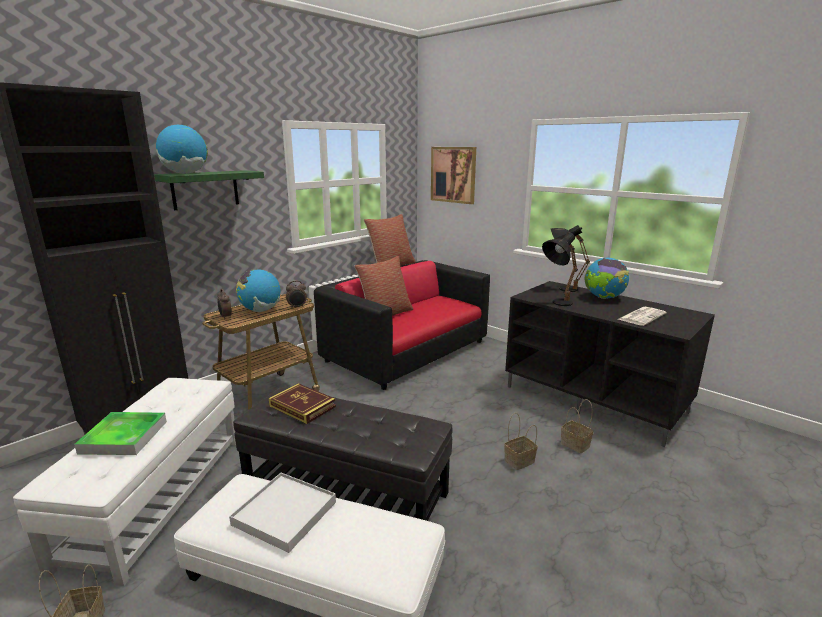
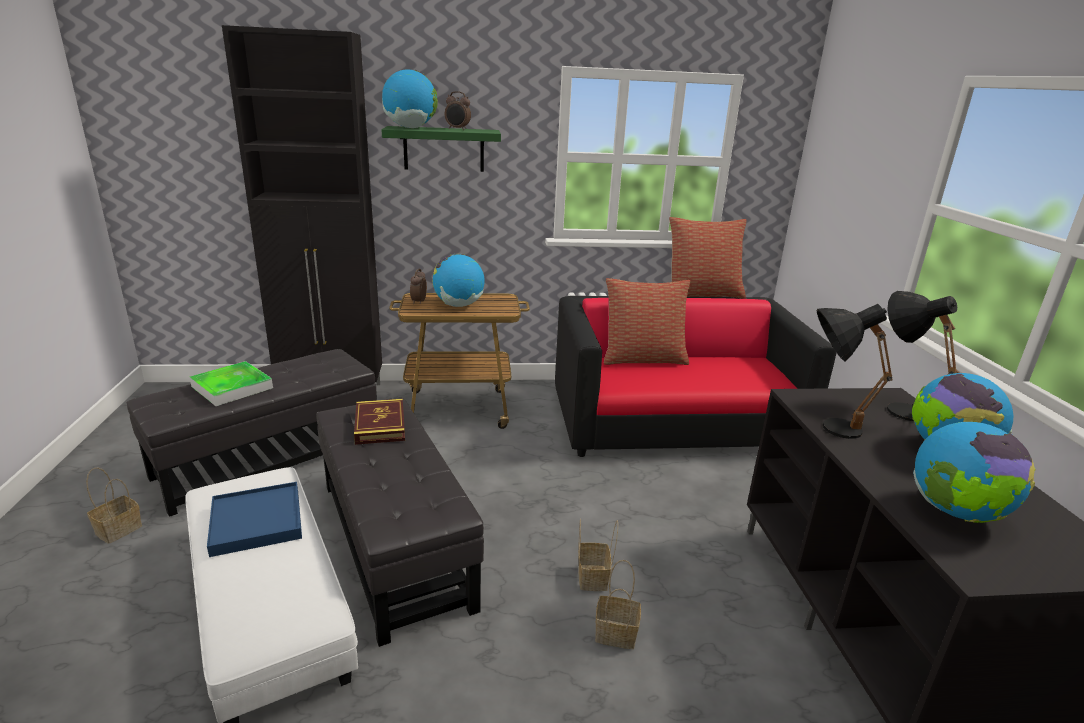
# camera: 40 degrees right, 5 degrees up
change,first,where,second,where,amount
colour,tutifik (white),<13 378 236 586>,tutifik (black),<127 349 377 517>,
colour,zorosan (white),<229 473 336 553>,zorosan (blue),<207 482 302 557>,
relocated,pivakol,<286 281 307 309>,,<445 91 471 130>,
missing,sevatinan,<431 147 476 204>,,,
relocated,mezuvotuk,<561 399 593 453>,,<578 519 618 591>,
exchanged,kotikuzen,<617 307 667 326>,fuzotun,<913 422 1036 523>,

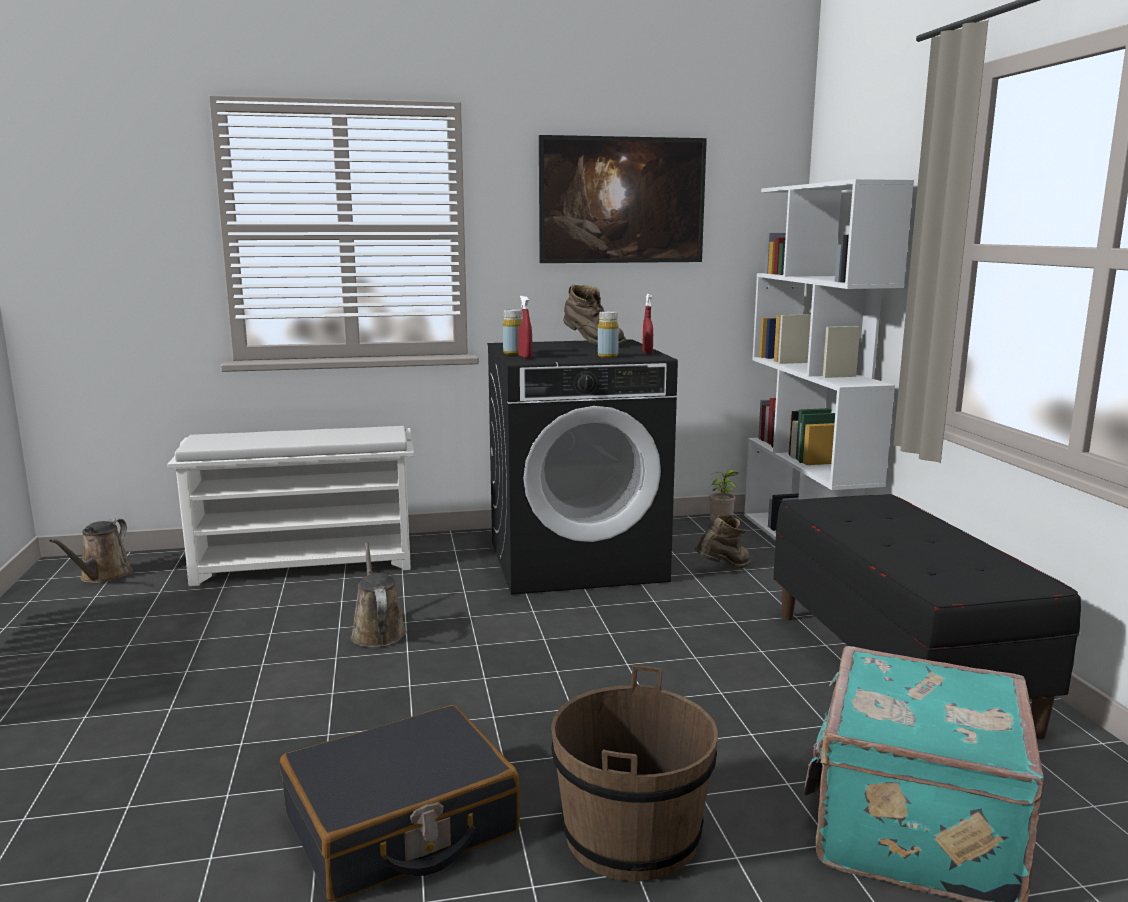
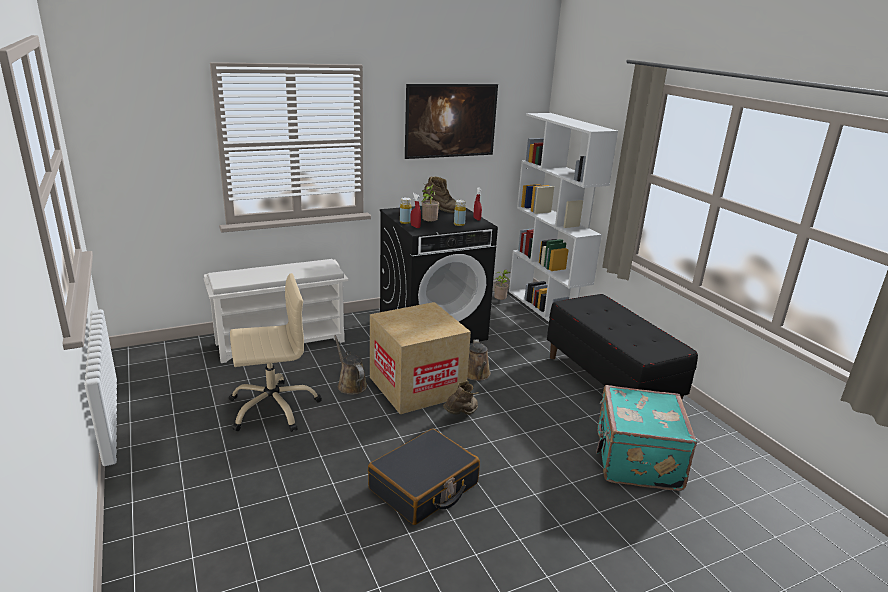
# camera: 15 degrees left, 10 degrees up
change,first,where,second,where,amount
relocated,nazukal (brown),<49 519 133 583>,,<467 339 491 381>,
missing,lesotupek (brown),<551 665 718 881>,,,
relocated,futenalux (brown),<694 514 750 568>,,<443 381 479 415>,
appeared,,,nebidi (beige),<229 273 322 432>,
appeared,,,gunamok,<370 302 471 414>,
appeared,,,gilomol,<422 184 439 221>,

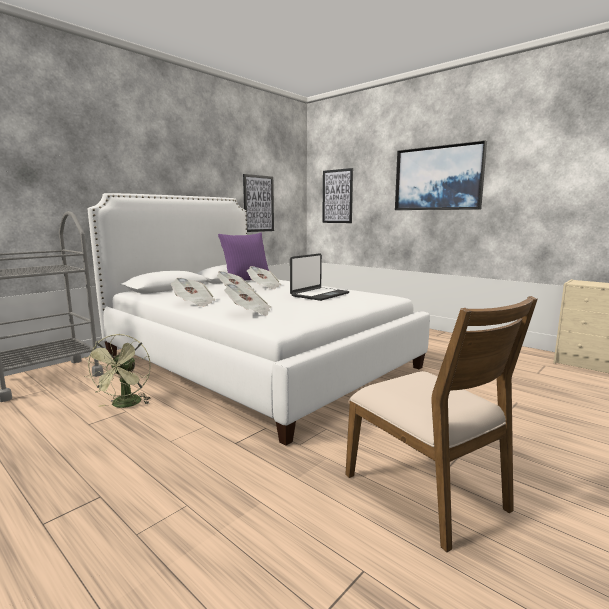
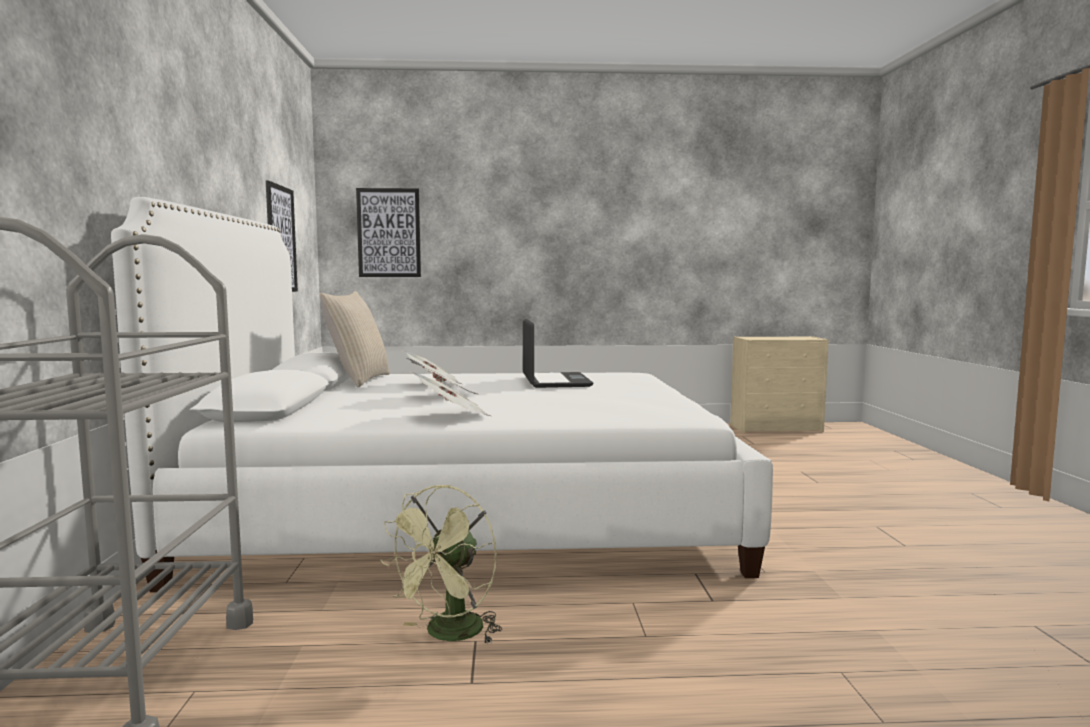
# camera: 45 degrees left, 5 degrees down
change,first,where,second,where,amount
spun,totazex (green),<84 334 151 408>,,<380 485 502 644>,75 degrees clockwise
colour,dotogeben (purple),<218 233 269 281>,dotogeben (beige),<319 291 390 387>,
missing,kotikuzen,<224 284 271 316>,,,
missing,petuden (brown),<345 296 538 552>,,,
missing,sevatinan,<395 140 487 210>,,,

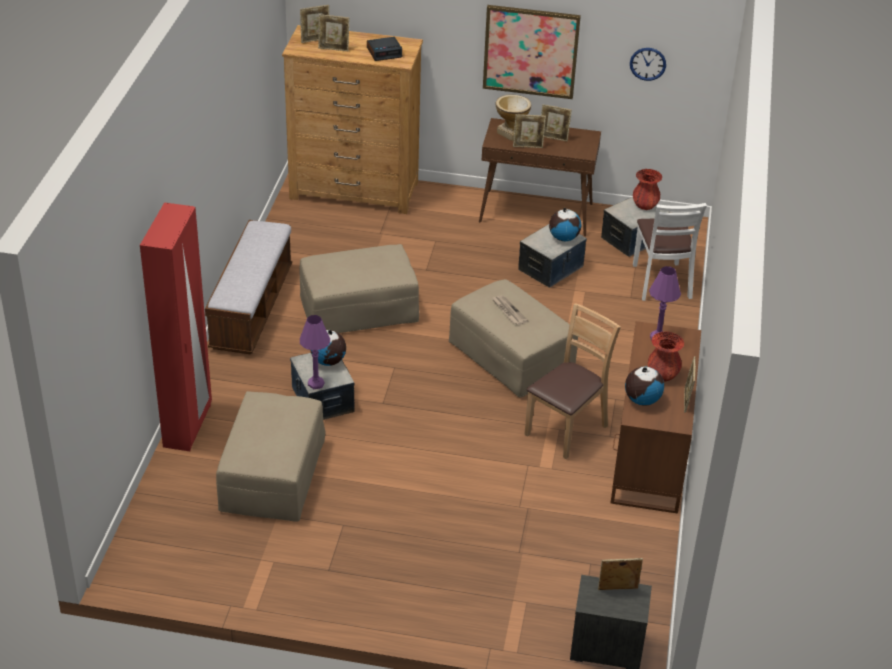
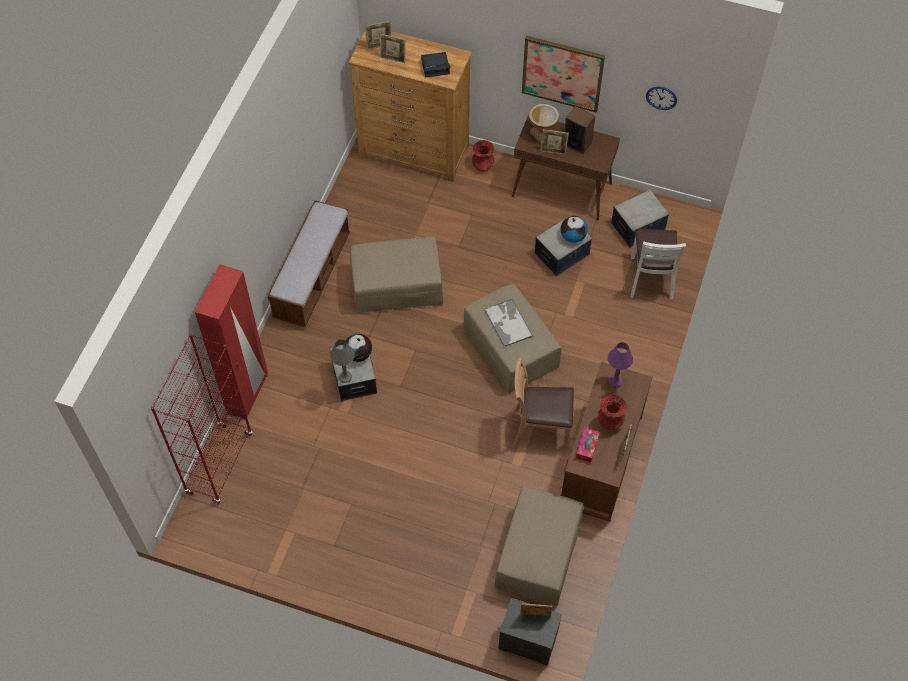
# camera: 10 degrees right, 20 degrees up
change,first,where,second,where,amount
relocated,tutifik (beige),<216 391 326 522>,,<494 486 584 606>,
colour,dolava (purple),<300 315 330 389>,dolava (grey),<330 339 355 383>,
exchanged,kotikuzen,<492 296 529 325>,zorosan,<484 299 533 347>,
spun,petuden (brown),<524 303 621 459>,,<514 358 574 448>,135 degrees counterclockwise
exchanged,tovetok,<541 104 572 142>,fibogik,<564 106 596 154>,
exchanged,fuzotun,<625 367 664 406>,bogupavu,<576 428 600 462>,
relocated,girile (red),<633 169 662 210>,,<472 140 494 172>,
appeared,,,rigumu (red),<151 334 253 504>,

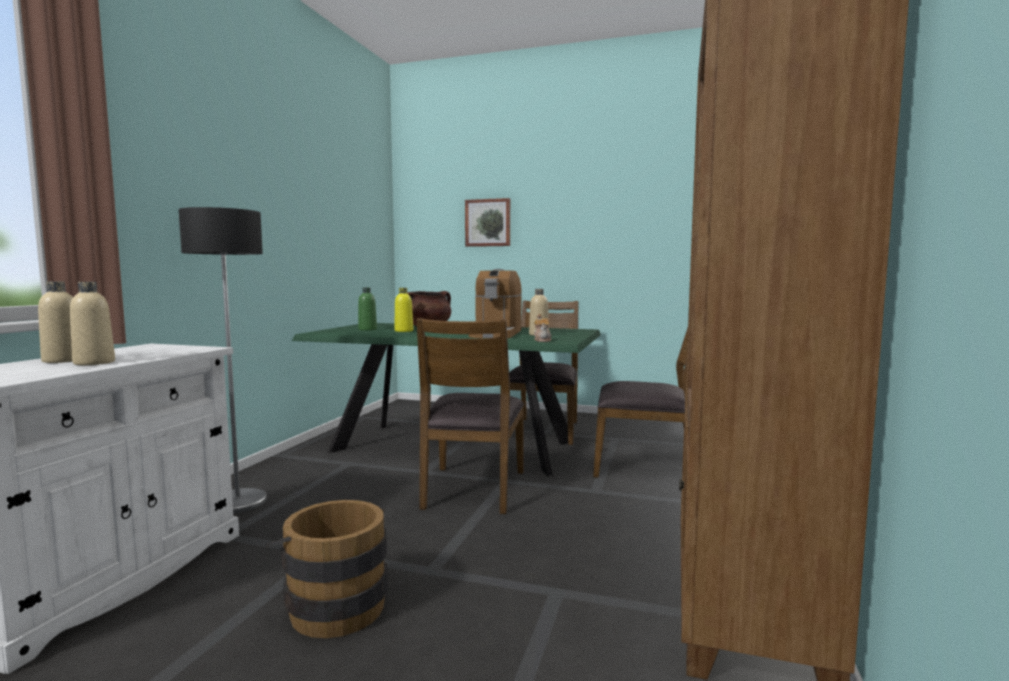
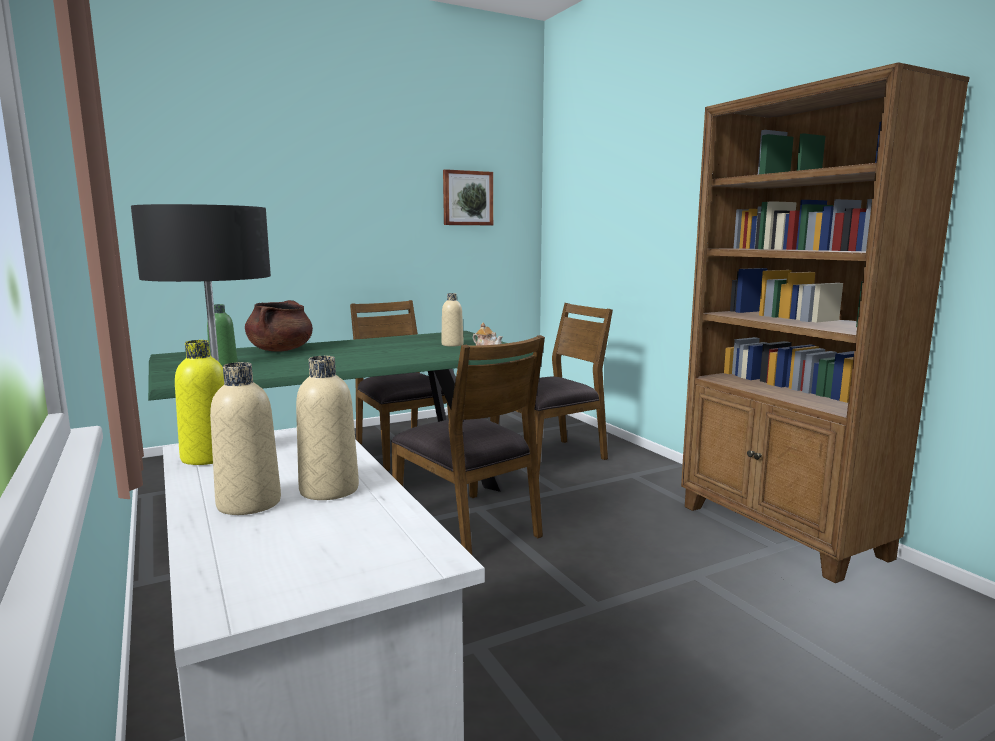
# camera: 45 degrees left, 5 degrees up
change,first,where,second,where,amount
missing,lesotupek (brown),<265 500 388 638>,,,
relocated,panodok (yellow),<394 288 413 332>,,<175 340 224 465>,
relocated,sevatinan,<465 198 510 247>,,<443 169 493 225>,
missing,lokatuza,<469 269 522 338>,,,

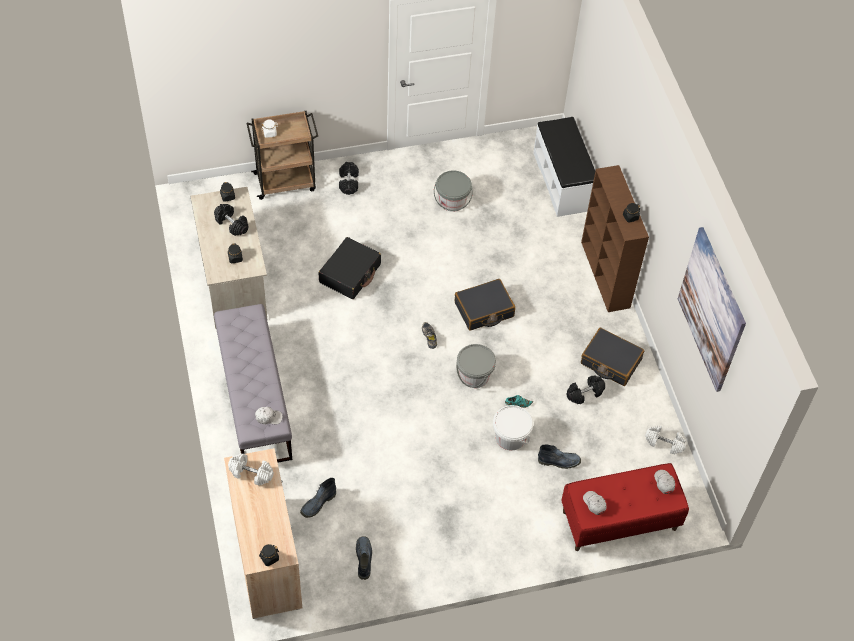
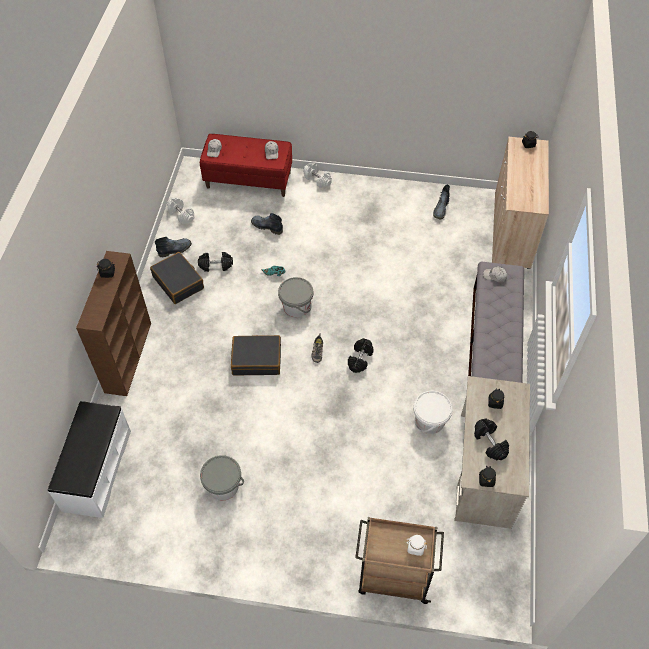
# camera: 155 degrees left, 0 degrees up
change,first,where,second,where,amount
relocated,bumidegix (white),<228 454 274 485>,,<303 163 332 188>,
relocated,futenalux,<300 478 336 518>,,<155 237 192 257>,
missing,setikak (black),<318 237 381 299>,,,
relocated,bumidegix (black),<339 162 359 195>,,<348 338 374 373>,
relocated,lesotupek (white),<493 405 533 450>,,<413 391 453 434>,
missing,sevatinan,<678 227 746 392>,,,

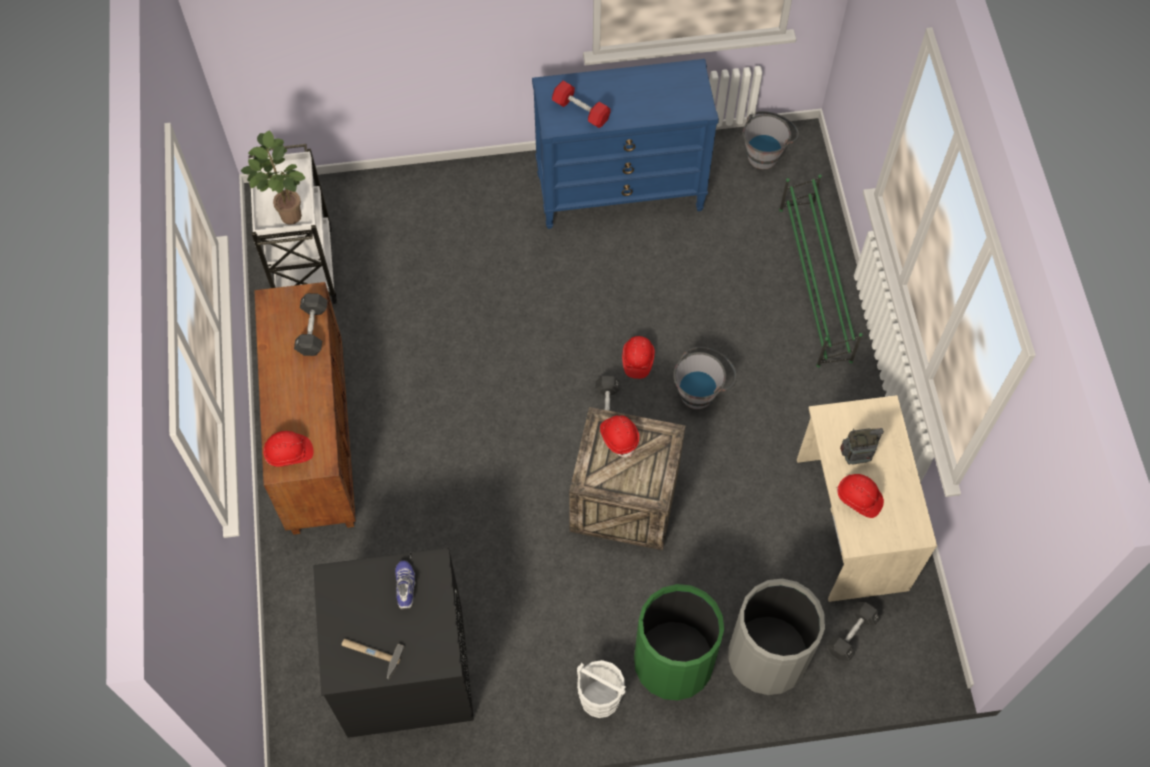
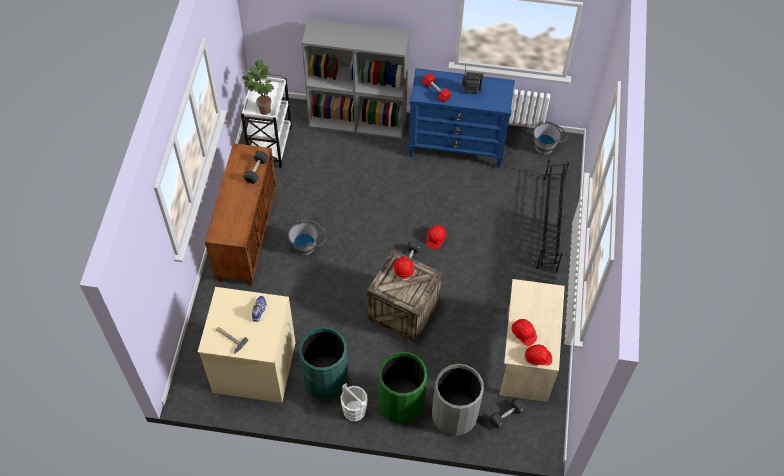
# camera: 15 degrees right, 5 degrees down
change,first,where,second,where,amount
relocated,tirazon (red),<263 431 314 467>,,<524 345 552 366>,
colour,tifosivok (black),<313 548 474 738>,tifosivok (beige),<198 287 295 403>,
relocated,lesotupek (grey),<673 347 737 409>,,<288 220 327 256>,
colour,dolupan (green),<779 174 863 367>,dolupan (black),<536 160 569 271>,
relocated,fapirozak,<840 428 884 465>,,<462 66 484 94>,
appeared,,,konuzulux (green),<299 327 348 399>,
appeared,,,rigumu (grey),<302 18 410 139>,

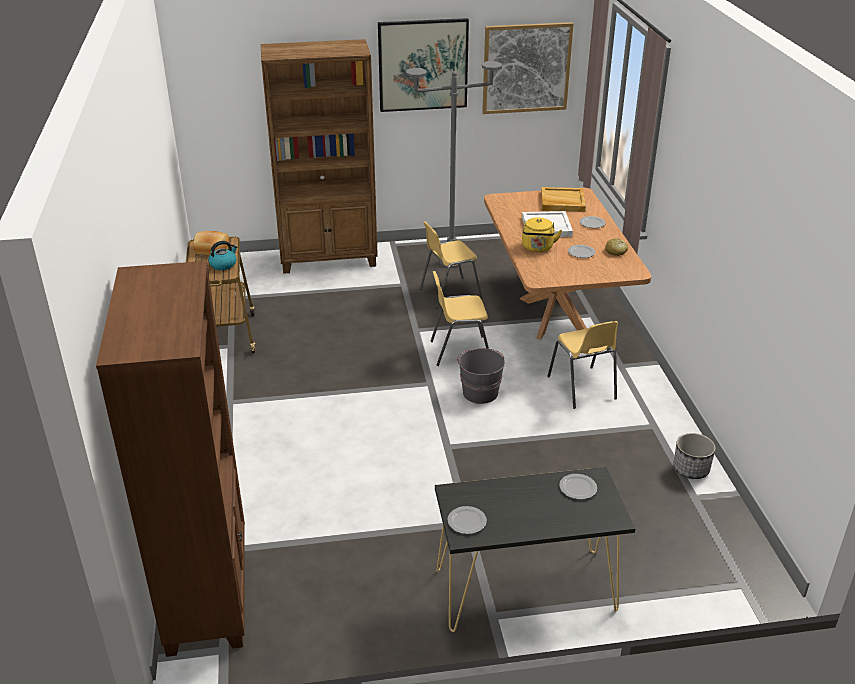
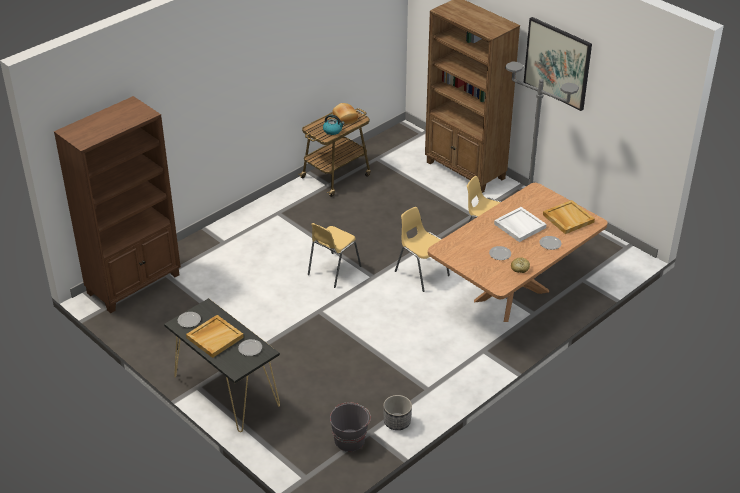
# camera: 55 degrees right, 5 degrees up
change,first,where,second,where,amount
relocated,lesotupek (grey),<457 348 505 404>,,<330 402 371 452>,
missing,sevatinan,<482 22 573 114>,,,
missing,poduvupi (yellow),<522 218 562 252>,,,
relocated,petuden (yellow),<547 321 618 409>,,<308 223 361 288>,
appeared,,,zorosan (beige),<186 315 244 358>,

